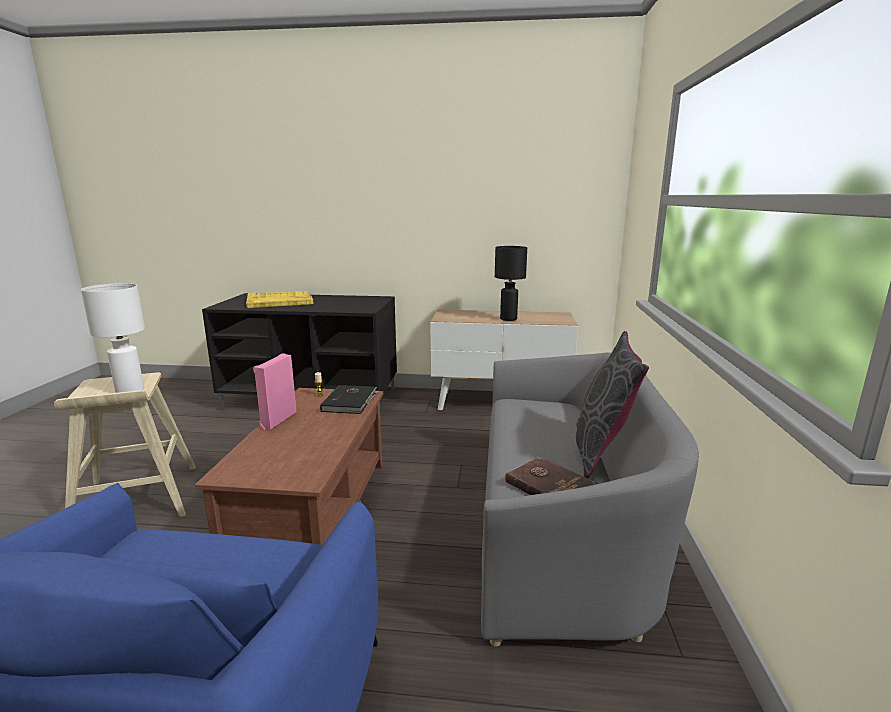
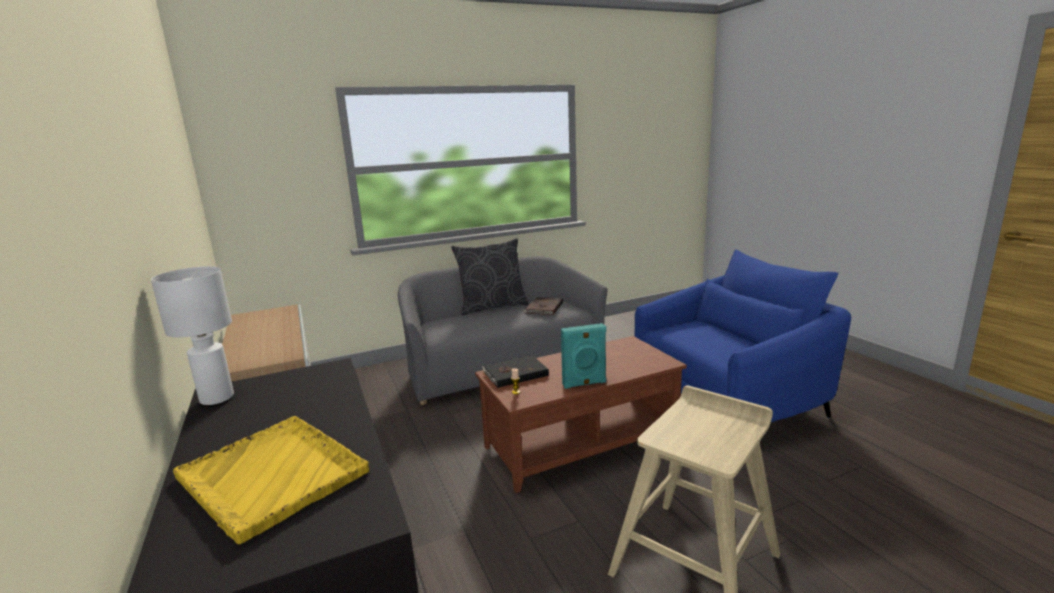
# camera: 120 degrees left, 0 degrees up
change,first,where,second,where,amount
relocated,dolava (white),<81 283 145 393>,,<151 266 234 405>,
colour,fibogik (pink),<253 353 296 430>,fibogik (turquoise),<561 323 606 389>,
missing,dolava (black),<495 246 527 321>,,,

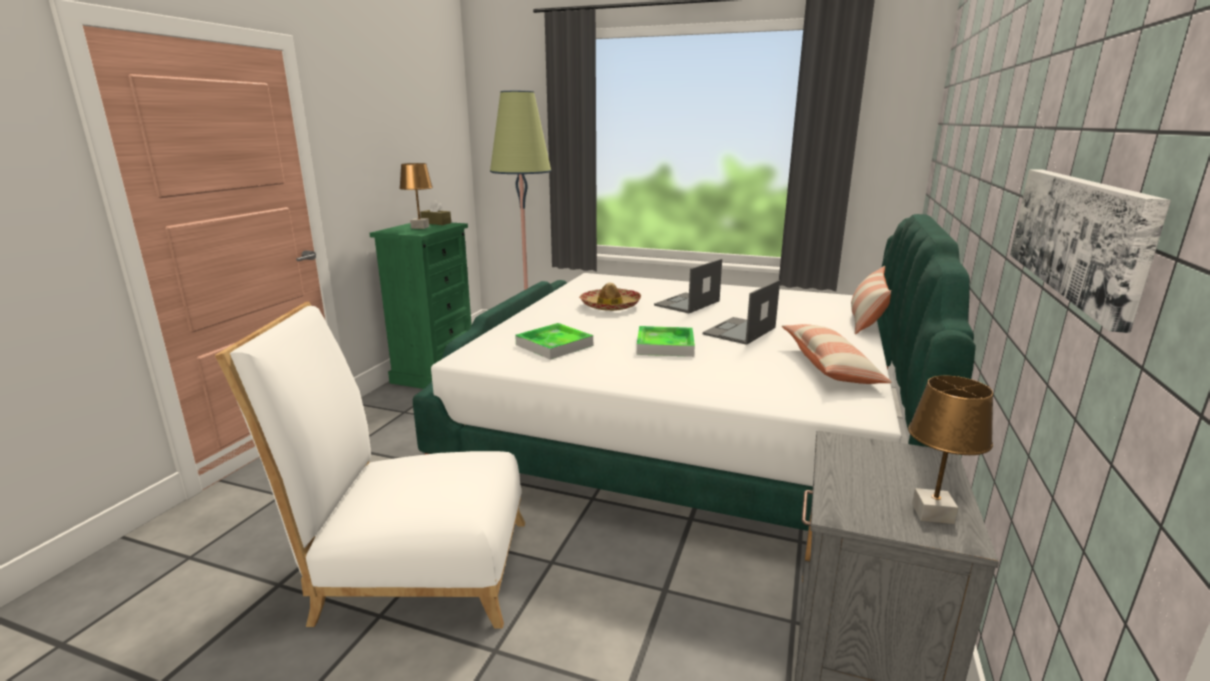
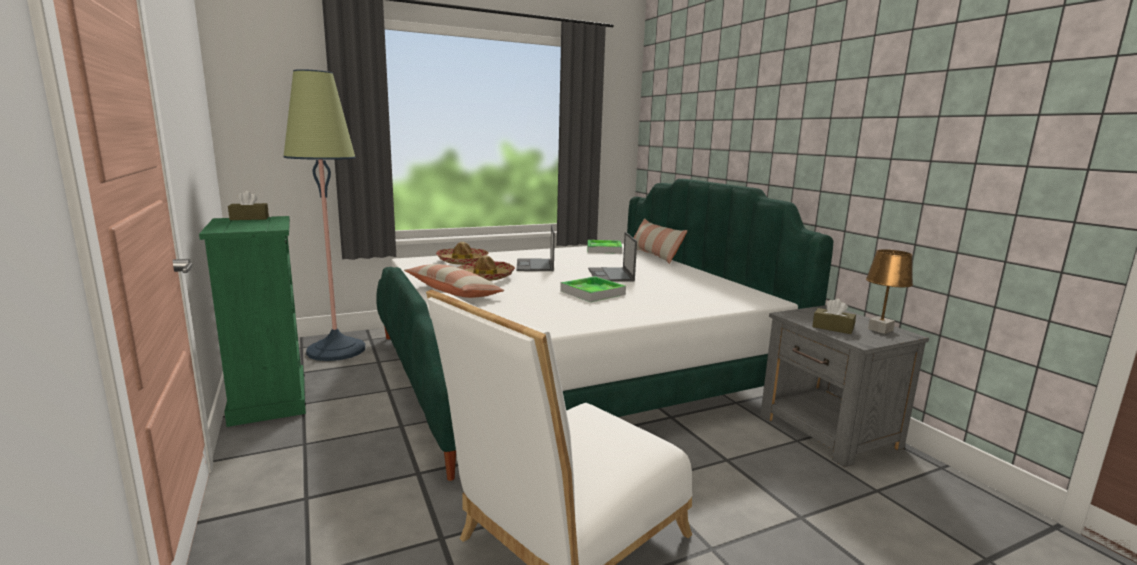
# camera: 45 degrees left, 5 degrees down
change,first,where,second,where,amount
missing,dolava (brown),<399 163 433 229>,,,
relocated,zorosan,<515 323 593 360>,,<588 240 622 254>,
relocated,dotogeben,<782 324 892 384>,,<404 264 504 298>,
missing,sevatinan,<1010 169 1171 333>,,,
appeared,,,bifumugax,<436 242 488 265>,
appeared,,,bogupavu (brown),<812 299 856 334>,

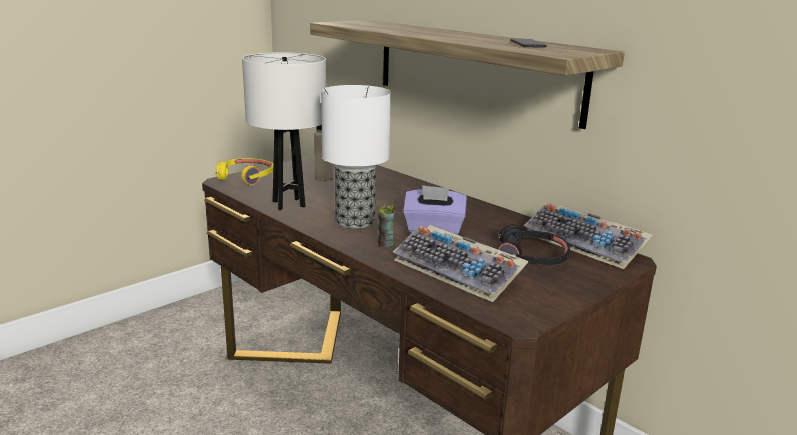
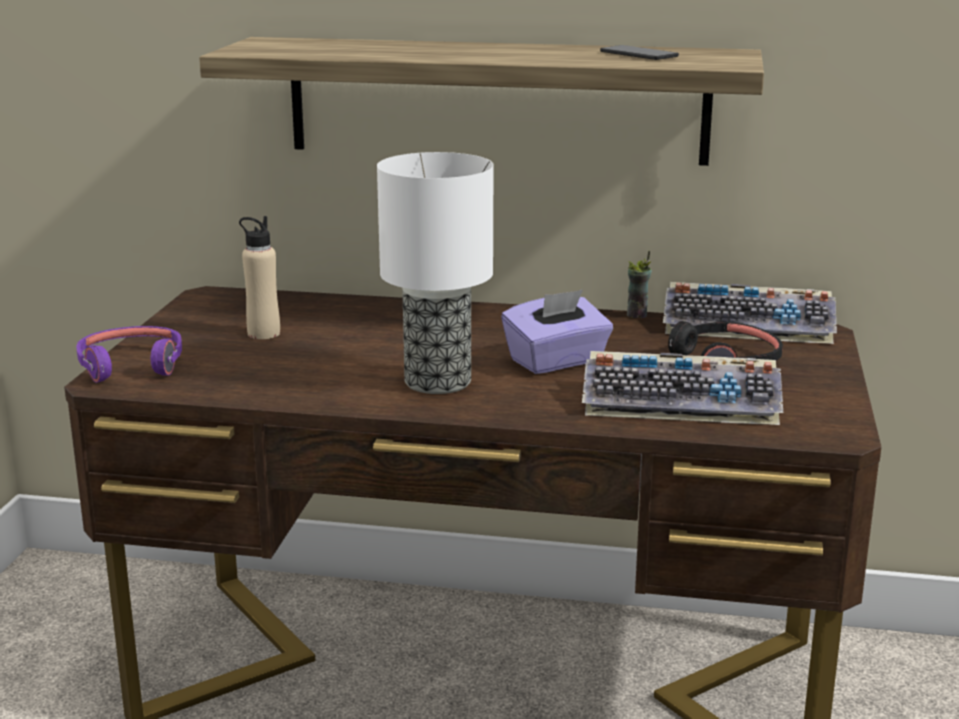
# camera: 35 degrees left, 0 degrees up
change,first,where,second,where,amount
colour,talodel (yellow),<215 158 273 185>,talodel (purple),<76 326 182 383>,
missing,dolava (white),<242 52 326 210>,,,
relocated,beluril,<378 200 396 247>,,<627 251 651 318>,

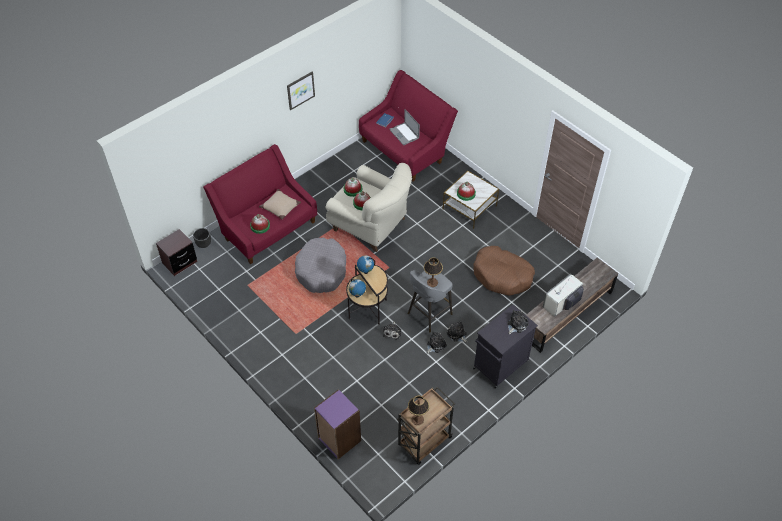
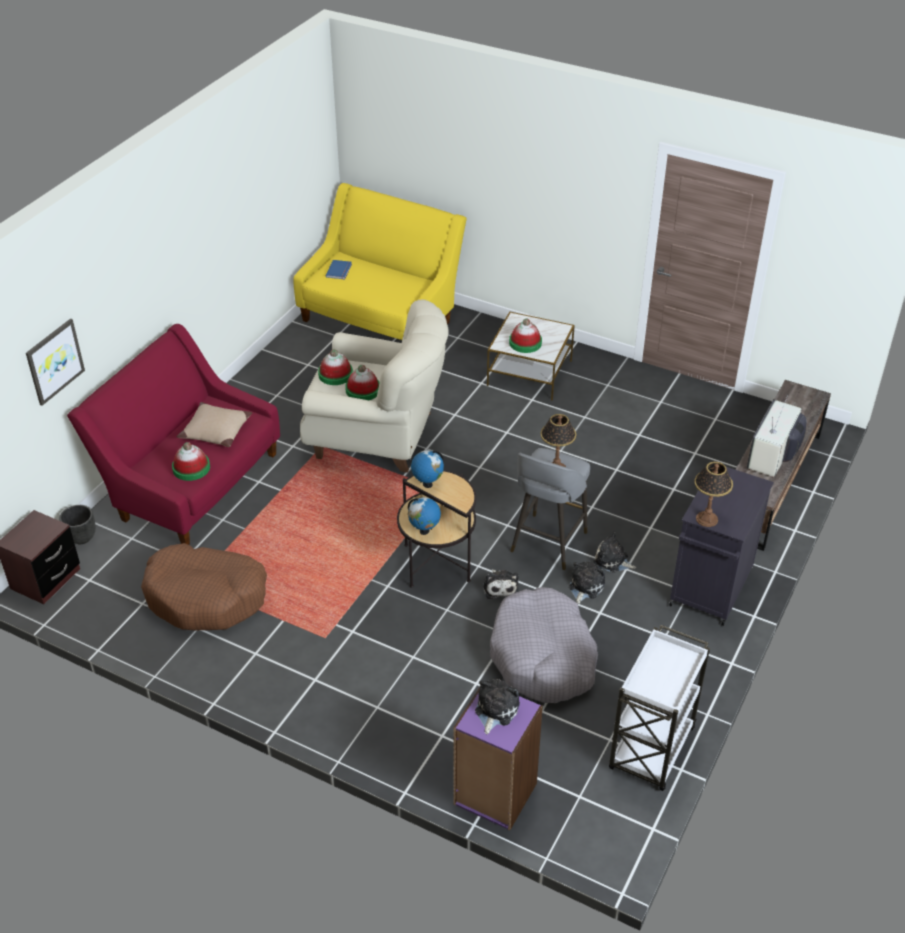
# camera: 20 degrees left, 10 degrees down
change,first,where,second,where,amount
relocated,sevatinan,<287 72 315 110>,,<26 319 85 406>,
relocated,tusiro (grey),<295 237 346 293>,,<490 587 598 703>,
colour,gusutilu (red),<359 70 458 181>,gusutilu (yellow),<293 183 467 340>,
missing,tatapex,<389 109 420 145>,,,
colour,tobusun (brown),<397 387 455 465>,tobusun (white),<609 625 710 791>,
relocated,dolava,<408 395 429 425>,,<694 462 733 527>,
relocated,tusiro (brown),<474 246 535 296>,,<141 543 267 630>,
relocated,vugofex,<507 310 529 334>,,<475 679 520 734>,

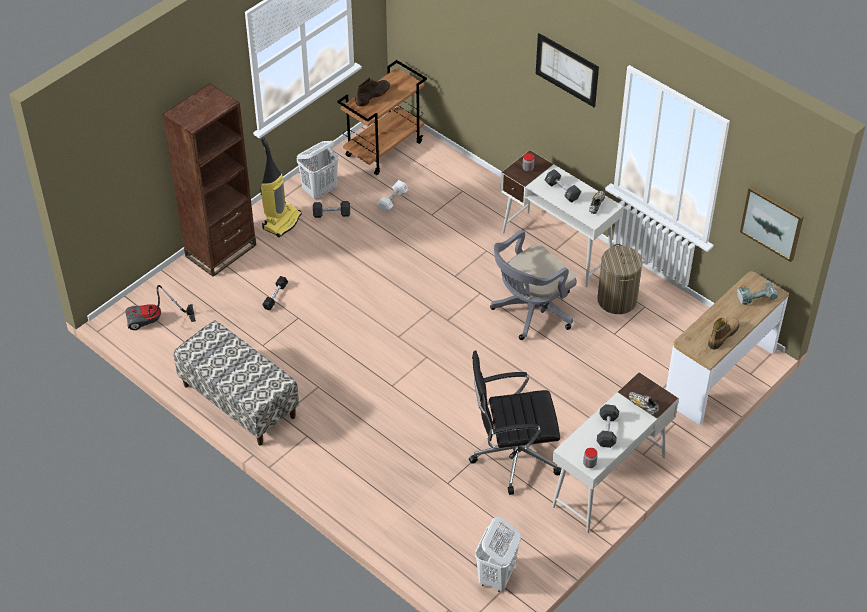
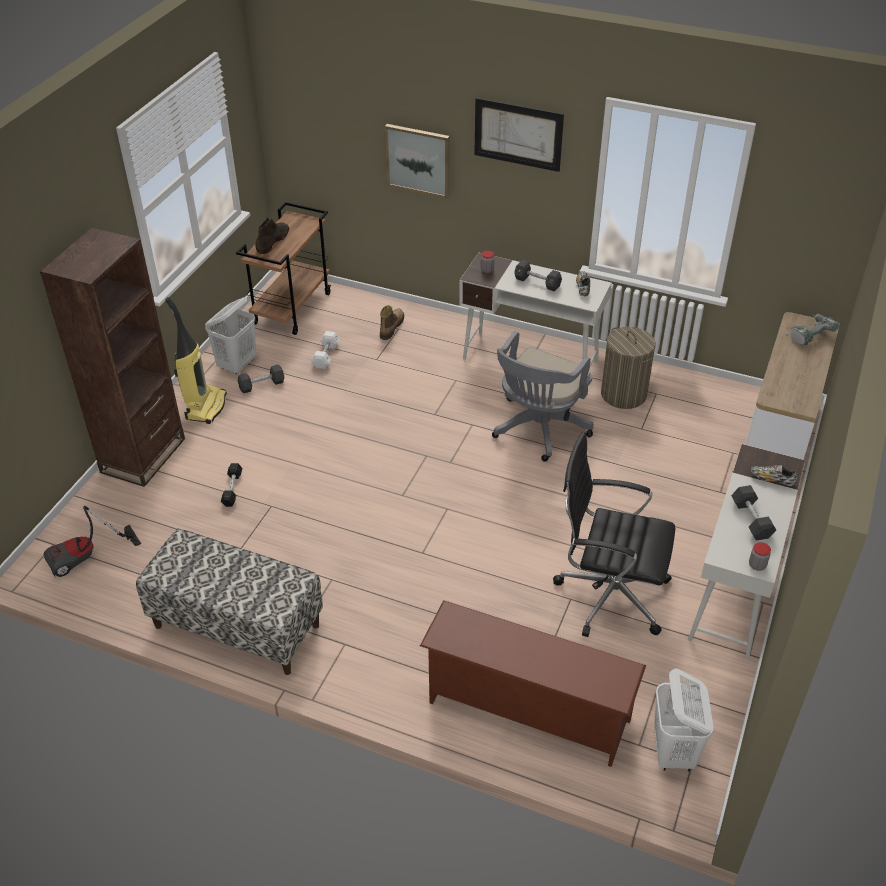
# camera: 20 degrees left, 5 degrees down
change,first,where,second,where,amount
spun,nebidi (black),<469 350 561 495>,,<553 432 675 637>,45 degrees clockwise
relocated,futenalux,<708 318 740 349>,,<380 305 404 340>,
relocated,sevatinan,<740 186 804 262>,,<385 124 449 199>,
appeared,,,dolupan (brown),<420 600 646 767>,

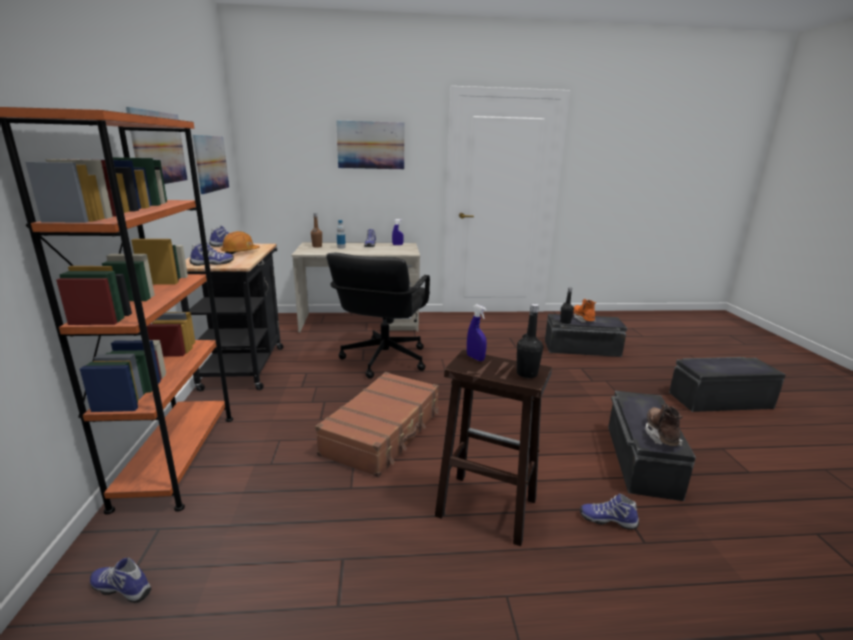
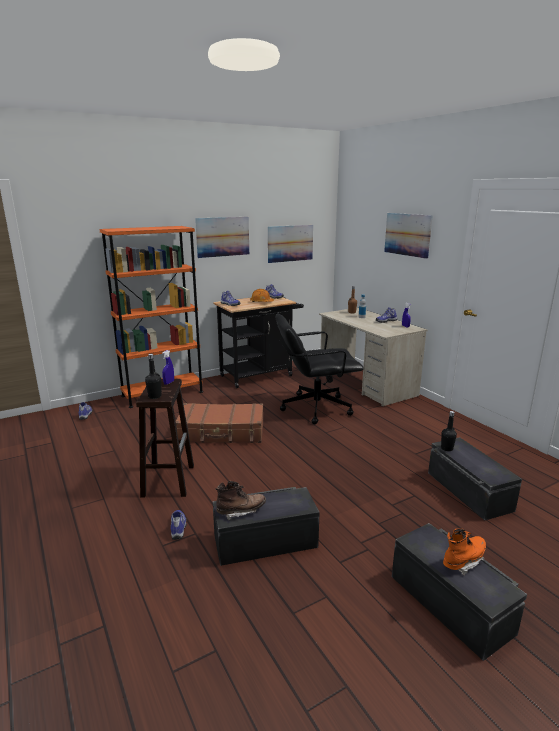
# camera: 65 degrees right, 0 degrees up
change,first,where,second,where,amount
relocated,futenalux (orange),<574 299 596 323>,,<443 529 486 576>,

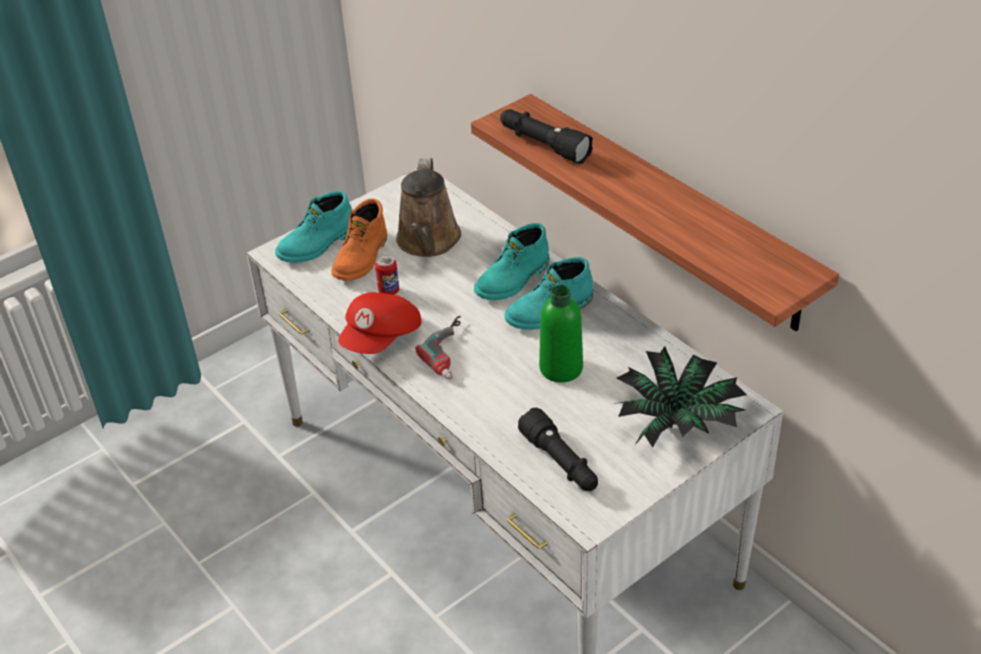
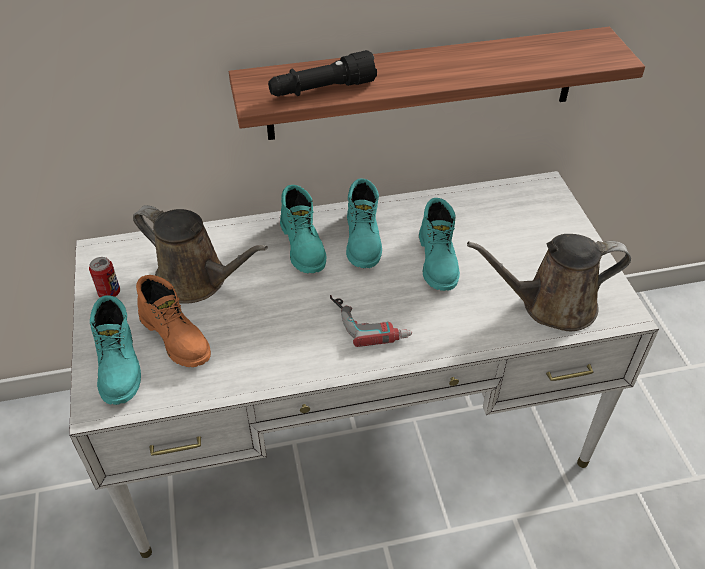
# camera: 65 degrees left, 5 degrees up
change,first,where,second,where,amount
missing,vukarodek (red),<338 292 422 354>,,,
relocated,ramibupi,<375 255 399 295>,,<89 257 120 297>,
exchanged,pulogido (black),<518 407 598 491>,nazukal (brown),<467 234 631 331>,
exchanged,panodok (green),<539 285 583 383>,futenalux (turquoise),<419 198 460 291>,
missing,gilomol,<614 346 747 448>,,,

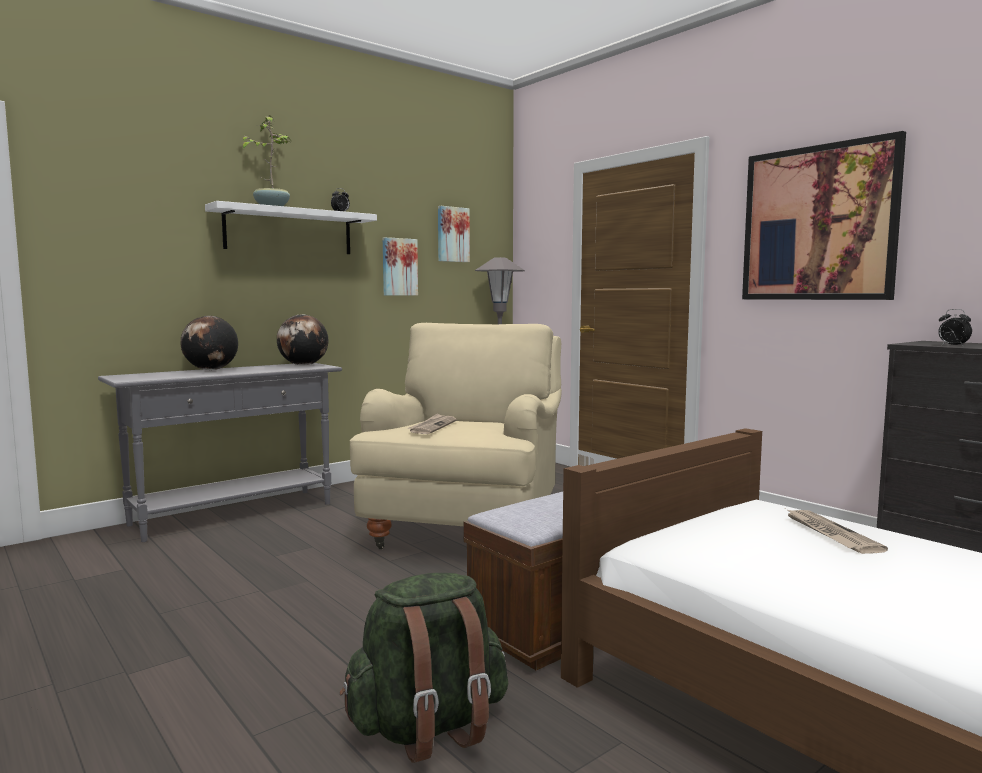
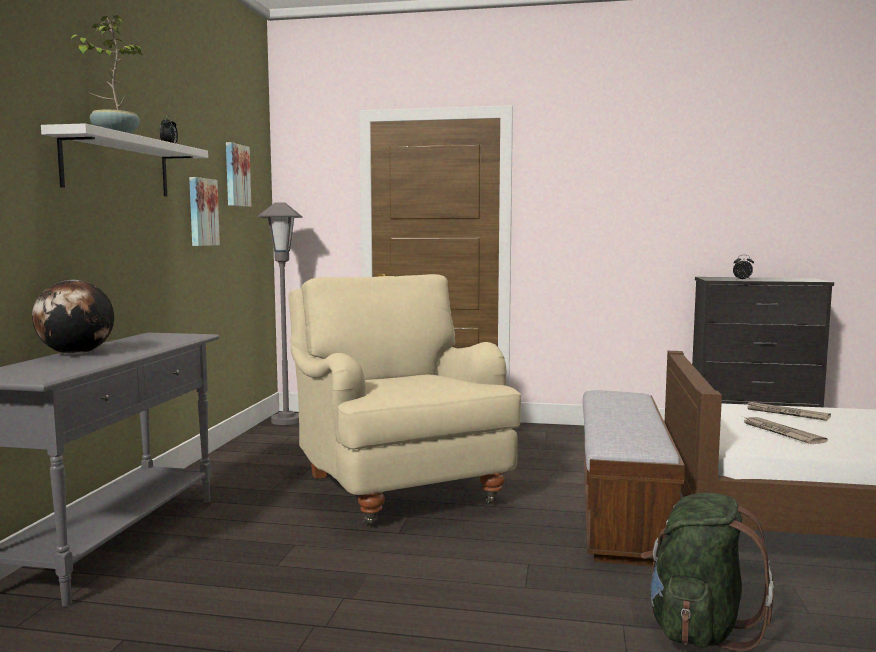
# camera: 40 degrees left, 0 degrees up
change,first,where,second,where,amount
missing,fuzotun,<277 314 328 365>,,,
relocated,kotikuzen,<407 413 457 434>,,<741 416 828 444>,
missing,sevatinan,<742 131 906 300>,,,

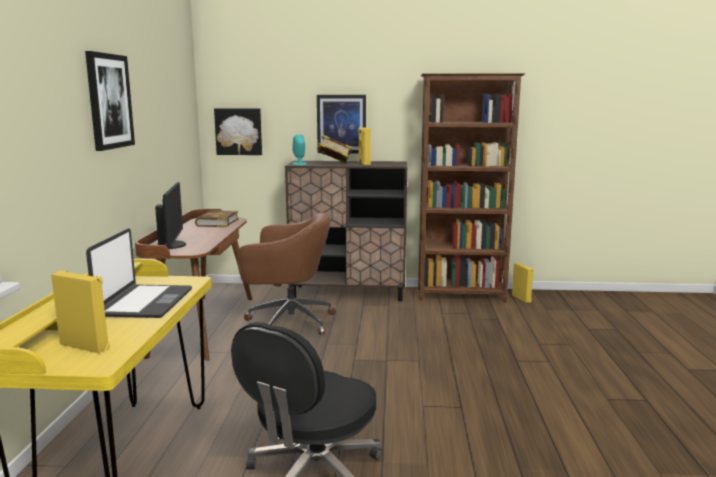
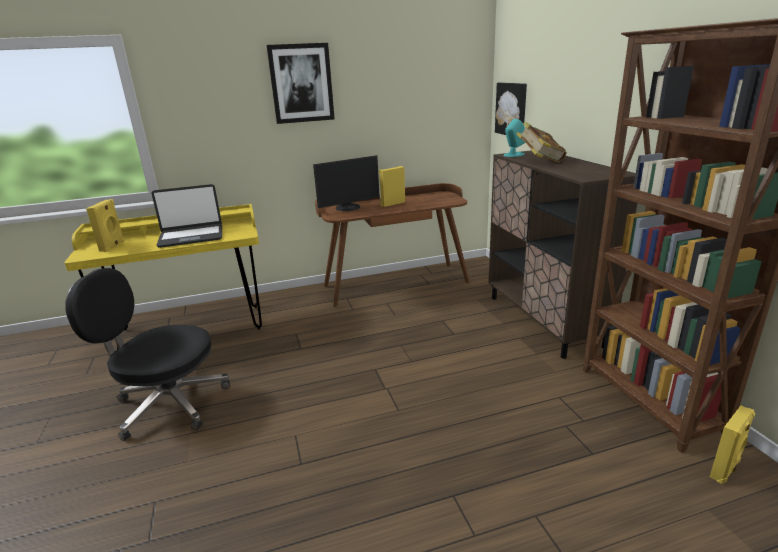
# camera: 70 degrees right, 10 degrees up
change,first,where,second,where,amount
missing,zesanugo,<195 210 239 227>,,,
missing,nebidi (brown),<238 212 336 335>,,,
missing,sevatinan,<317 95 366 154>,,,
relocated,fibogik (yellow),<358 127 371 165>,,<379 166 405 207>,

